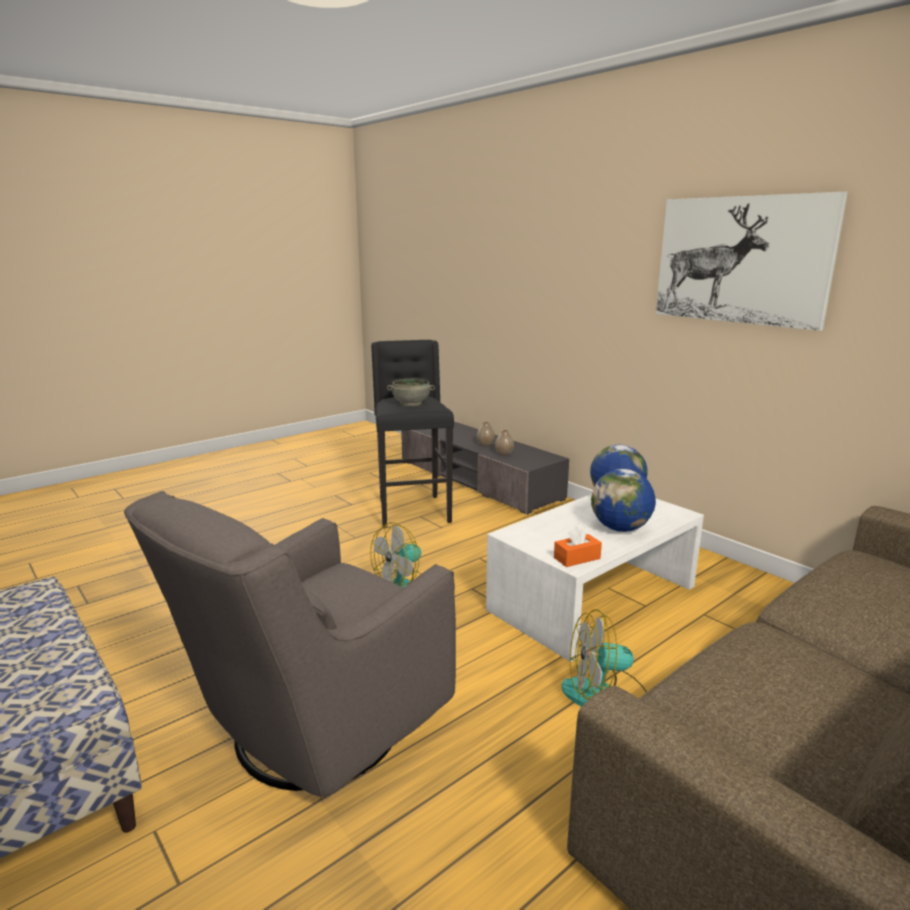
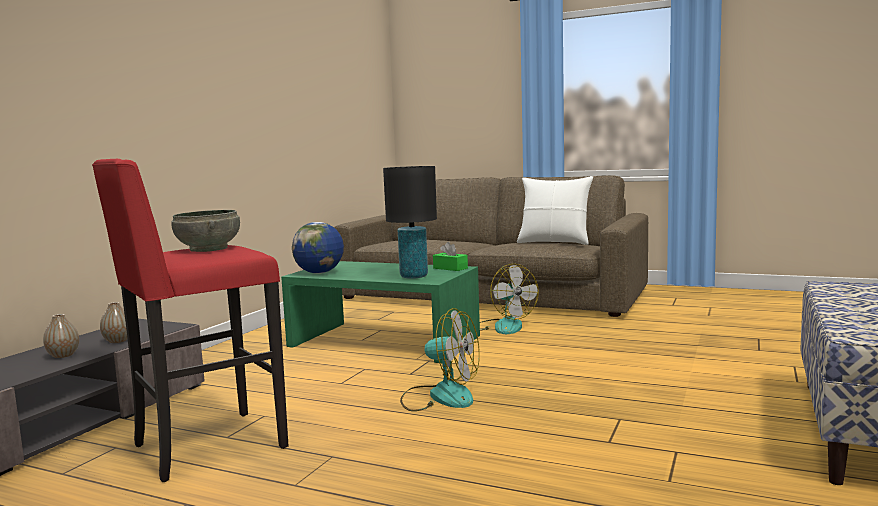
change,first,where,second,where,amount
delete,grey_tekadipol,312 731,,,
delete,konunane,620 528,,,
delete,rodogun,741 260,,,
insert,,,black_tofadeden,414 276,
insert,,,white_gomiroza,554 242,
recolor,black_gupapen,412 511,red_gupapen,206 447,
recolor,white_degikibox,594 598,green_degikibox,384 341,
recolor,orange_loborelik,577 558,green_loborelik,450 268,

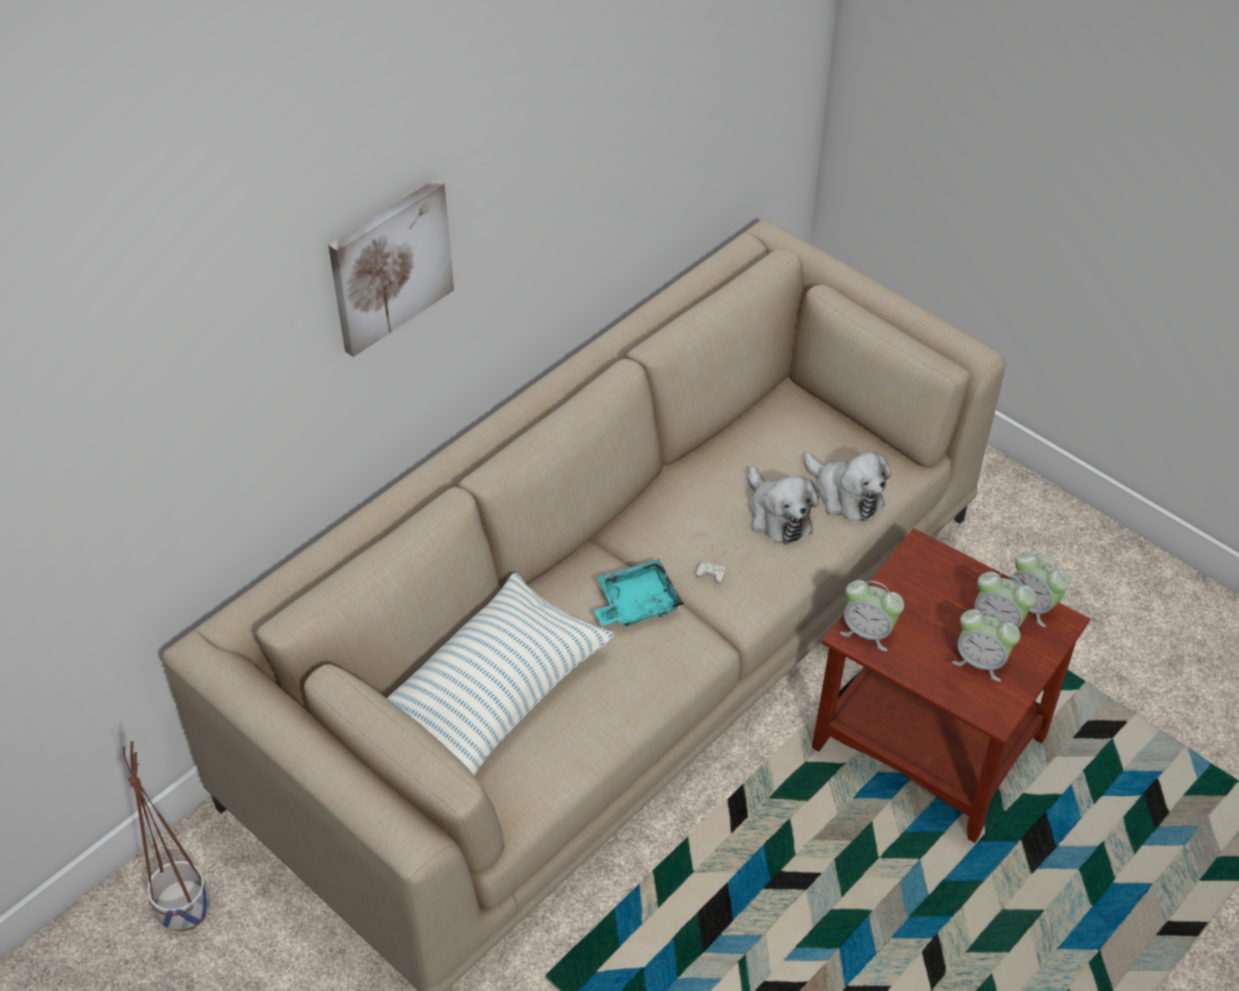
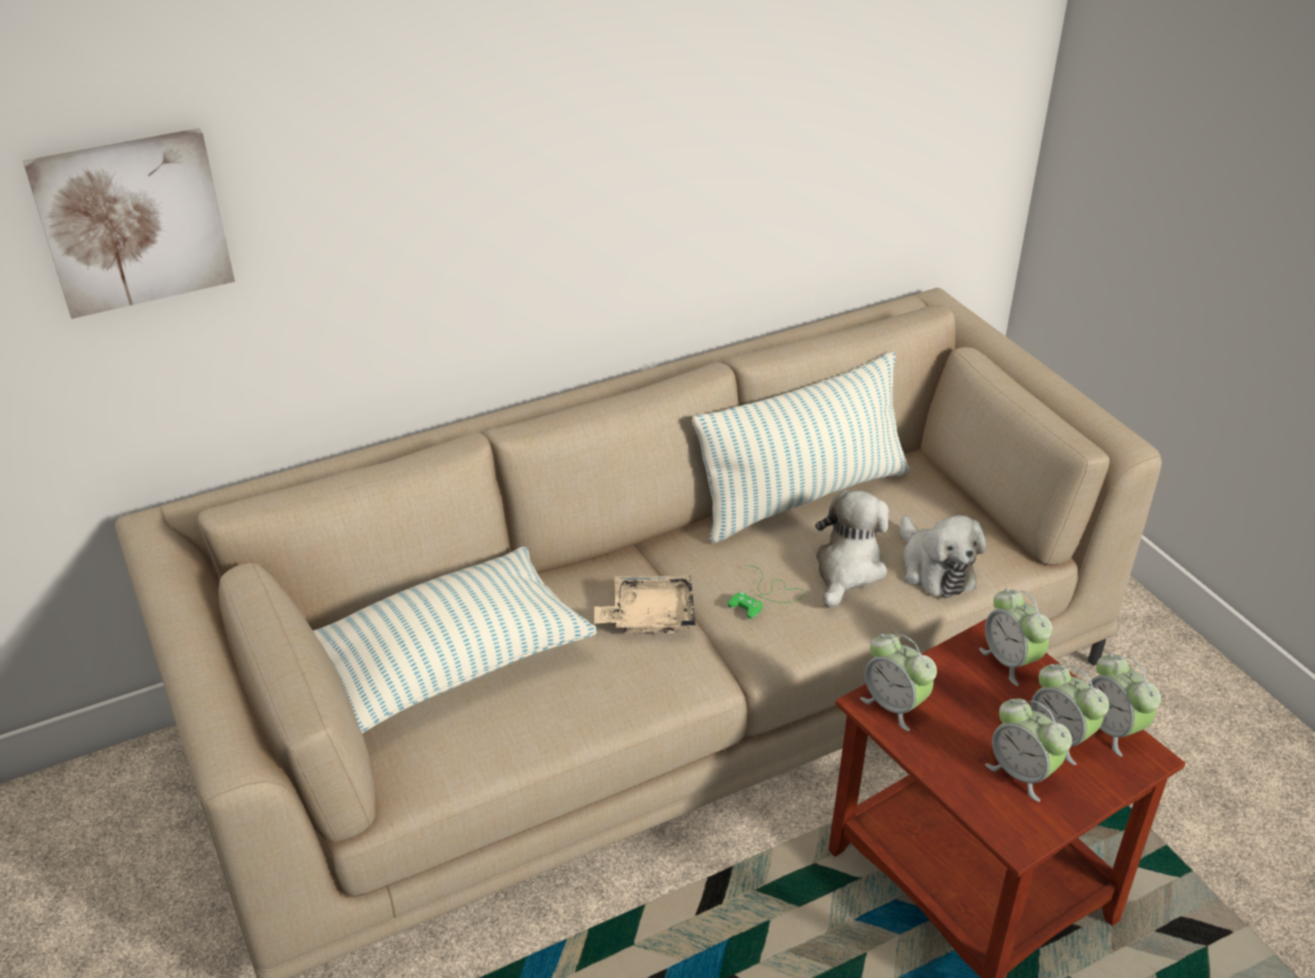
change,first,where,second,where,amount
delete,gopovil,184 910,,,
insert,,,gomiroza,802 497,
insert,,,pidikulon,1010 661,
move,rodogun,389 265,,133 221,
recolor,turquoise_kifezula,636 603,beige_kifezula,649 616,
recolor,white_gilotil,722 559,green_gilotil,765 596,
rotate,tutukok,777 515,,847 570,150 degrees counterclockwise

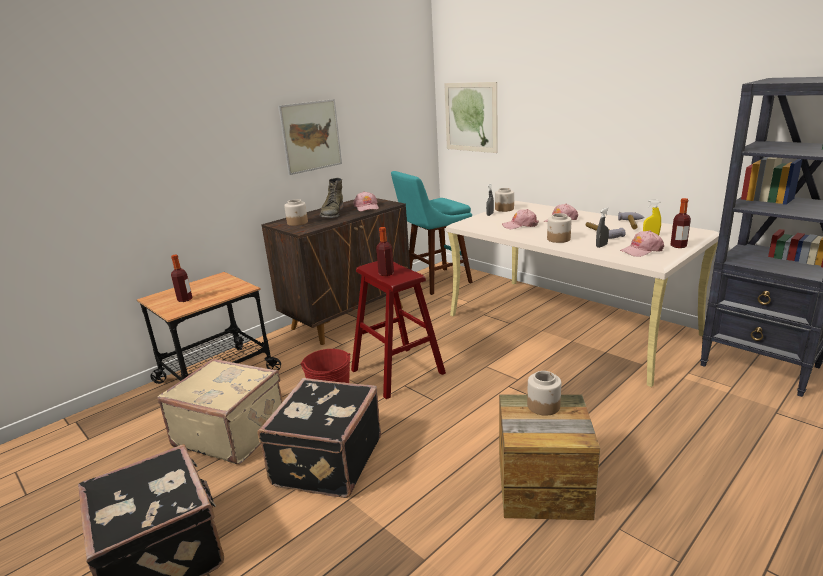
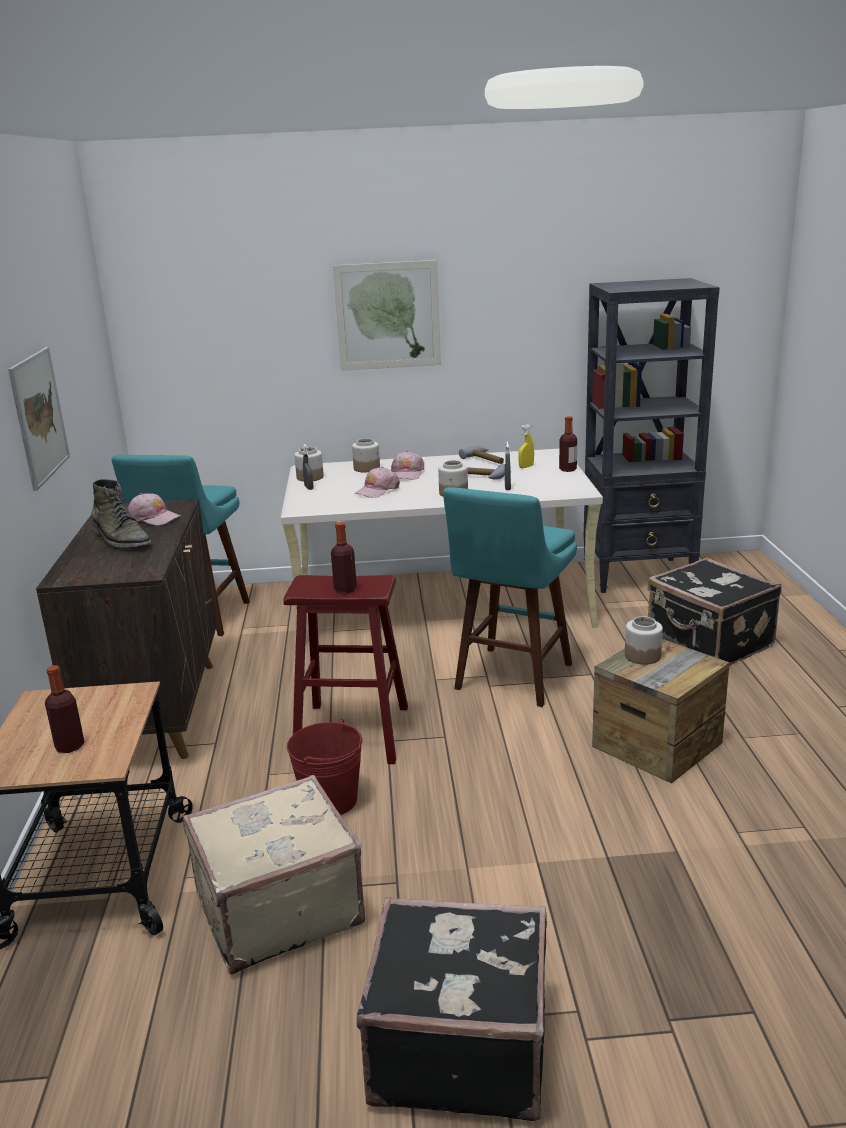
change,first,where,second,where,amount
delete,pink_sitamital,641 250,,,
insert,,,turquoise_gupapen,511 680,
move,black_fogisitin,325 461,,708 643,
move,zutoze,297 223,,367 468,
move,rodogun,471 117,,388 316,

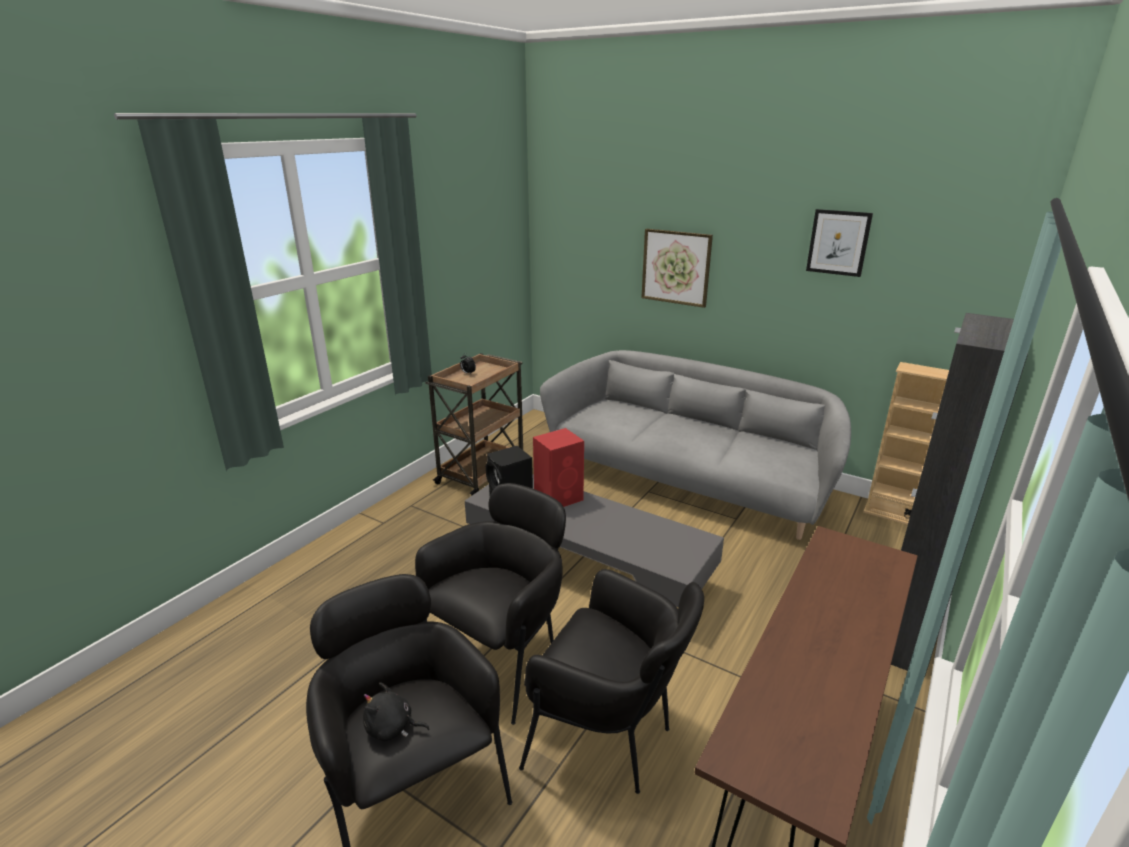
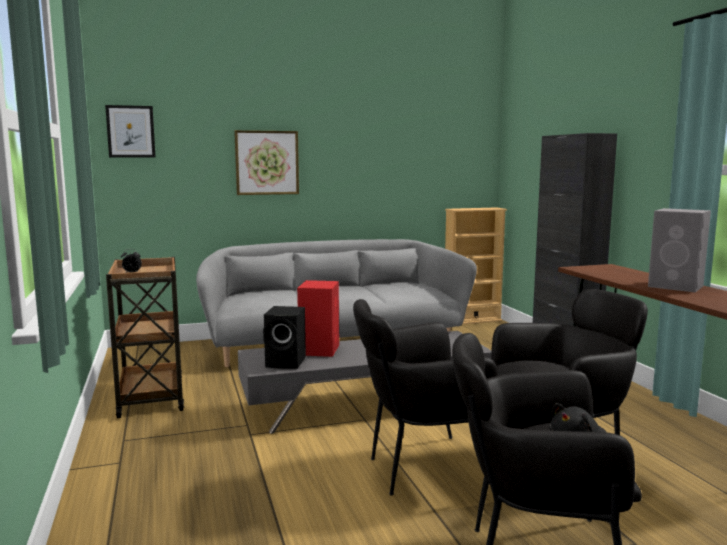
change,first,where,second,where,amount
insert,,,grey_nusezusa,677 286,
move,rodogun,838 242,,131 131,
rotate,black_tekadipol,501 658,,422 471,90 degrees counterclockwise

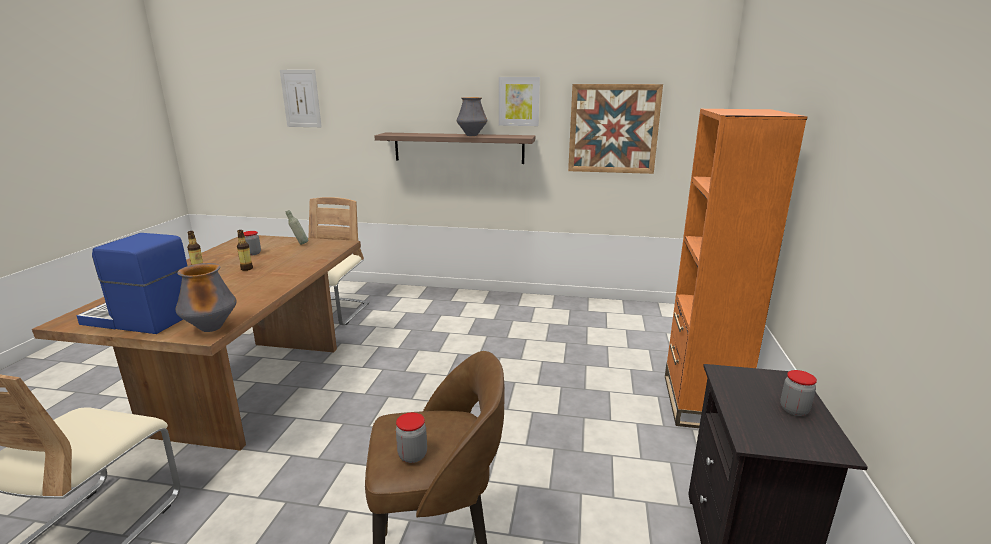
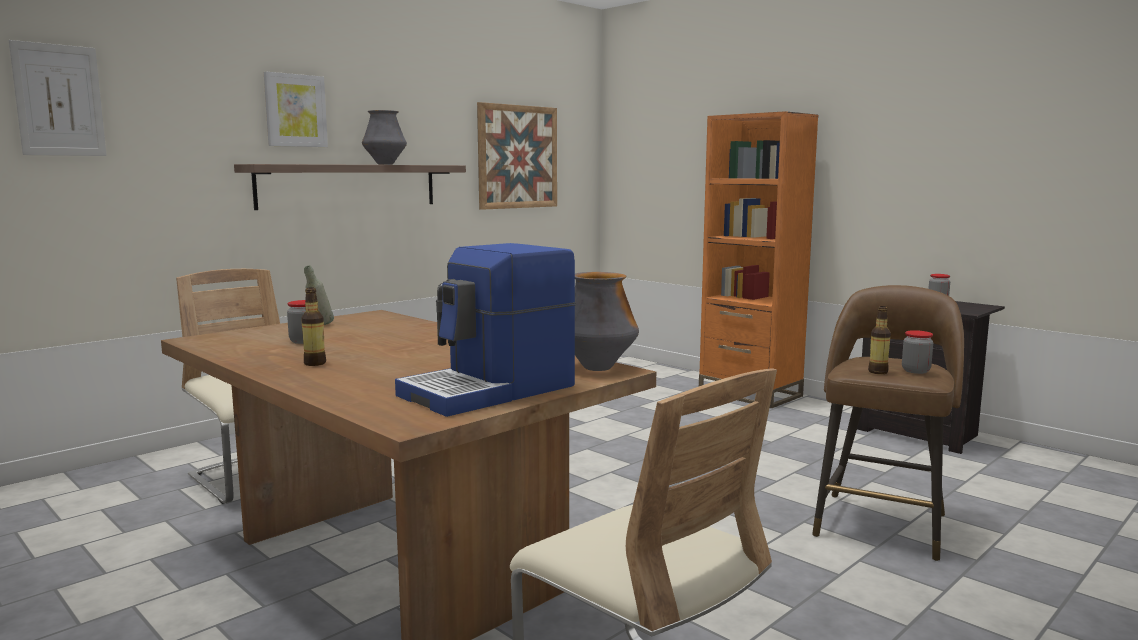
change,first,where,second,where,amount
move,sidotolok,247 269,,878 372,
move,rodogun,519 101,,295 110,

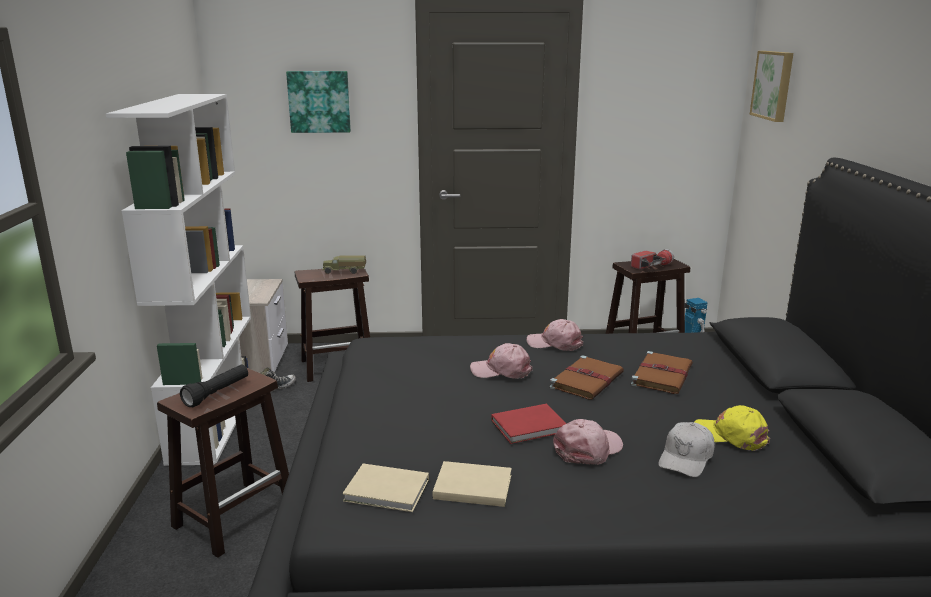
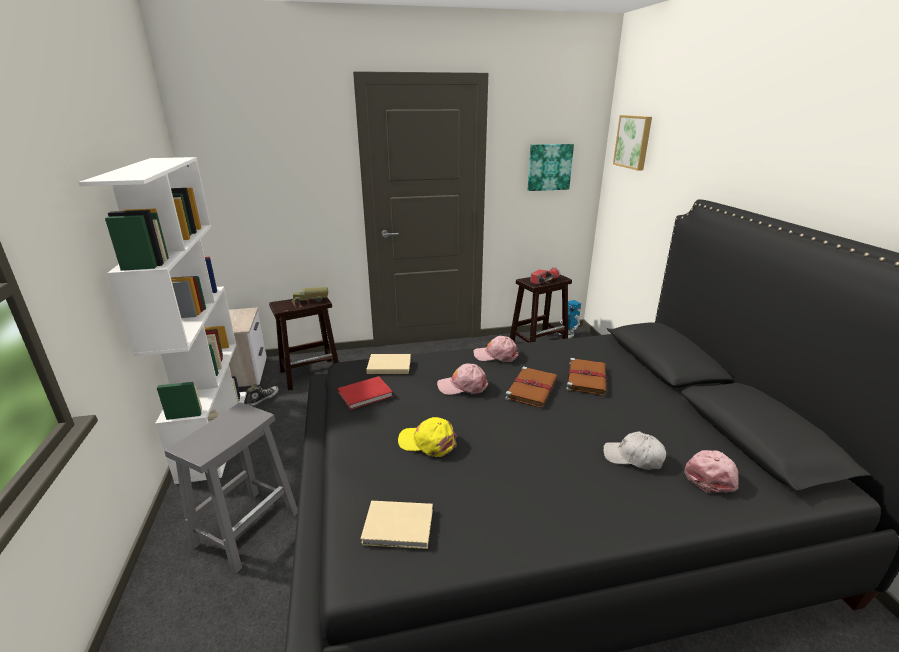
change,first,where,second,where,amount
delete,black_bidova,217 393,,,
move,rodogun,319 101,,549 167,
move,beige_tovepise,471 486,,388 365,
move,red_tovepise,531 426,,367 394,
move,pink_sitamital,588 449,,712 474,
move,yellow_sitamital,731 436,,428 442,
recolor,brown_gupapen,236 516,grey_gupapen,247 527,
rotate,white_sitamital,686 458,,633 458,90 degrees clockwise

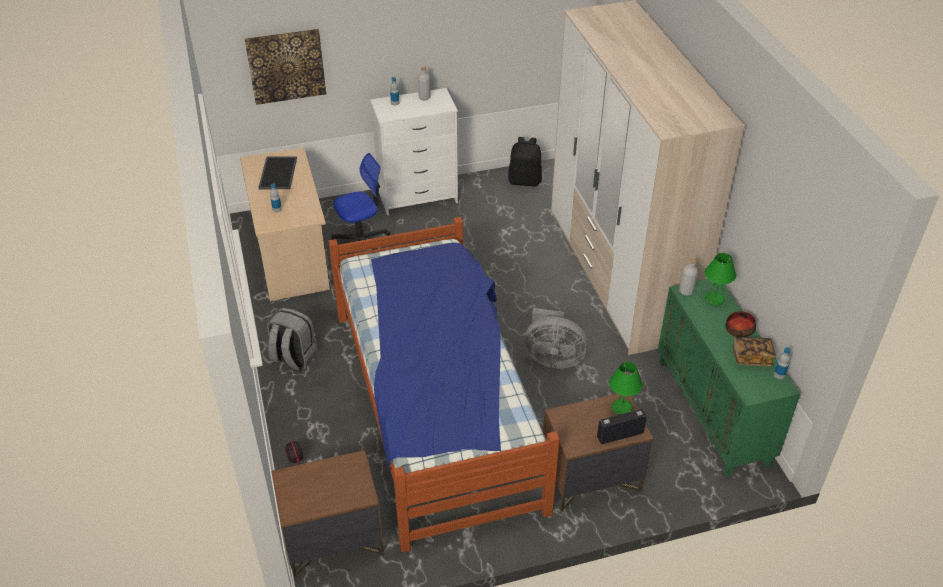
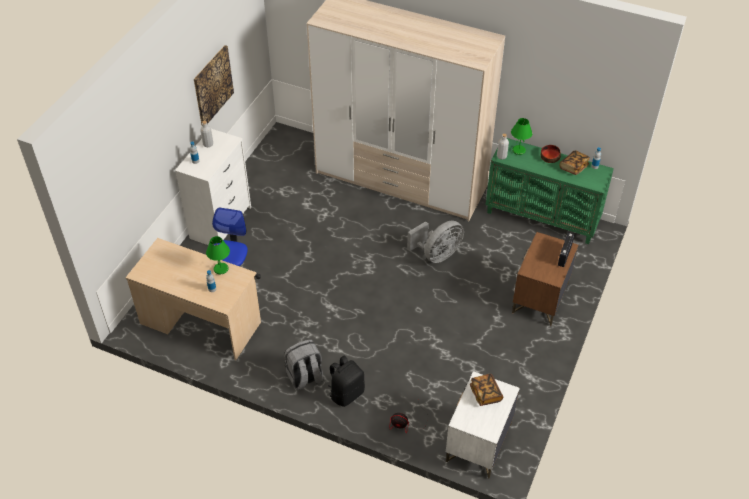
change,first,where,second,where,amount
delete,kifezula,277 173,,,
delete,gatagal,437 406,,,
insert,,,tovepise,485 394,
move,rodogun,286 66,,213 85,
move,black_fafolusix,525 181,,346 393,
move,green_tofadeden,622 408,,221 269,
recolor,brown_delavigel,332 541,white_delavigel,478 443,

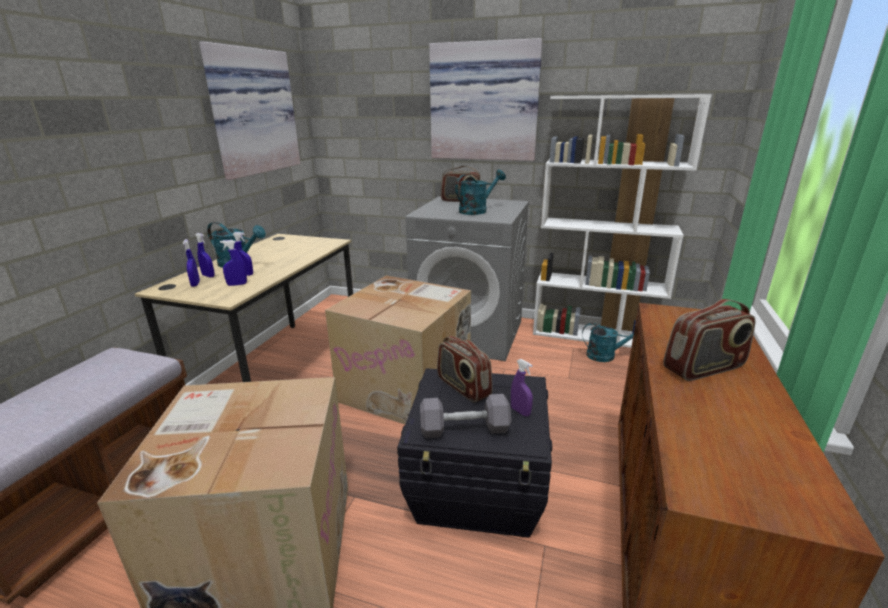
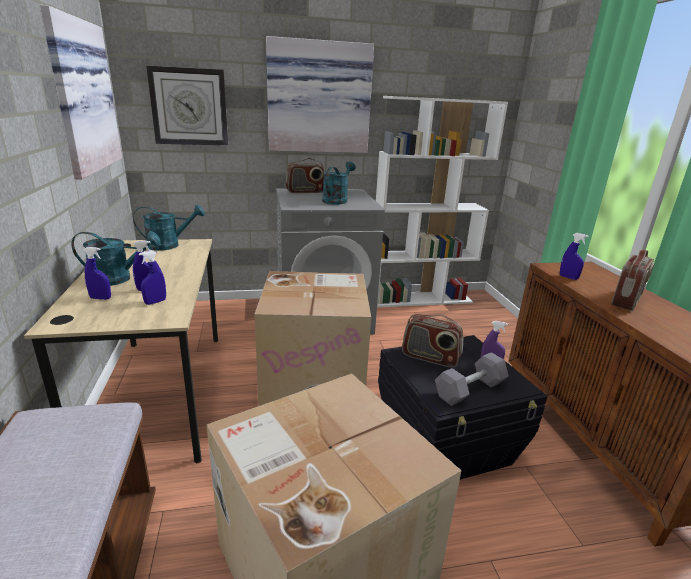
change,first,where,second,where,amount
insert,,,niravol,189 107,
move,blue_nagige,195 284,,568 277,
move,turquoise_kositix,606 356,,169 245,

